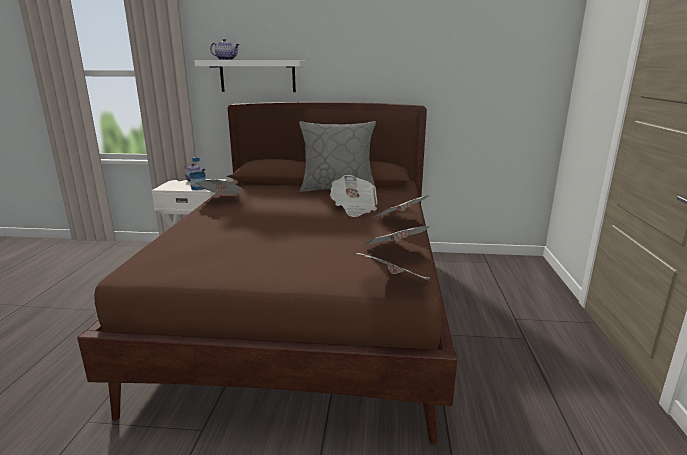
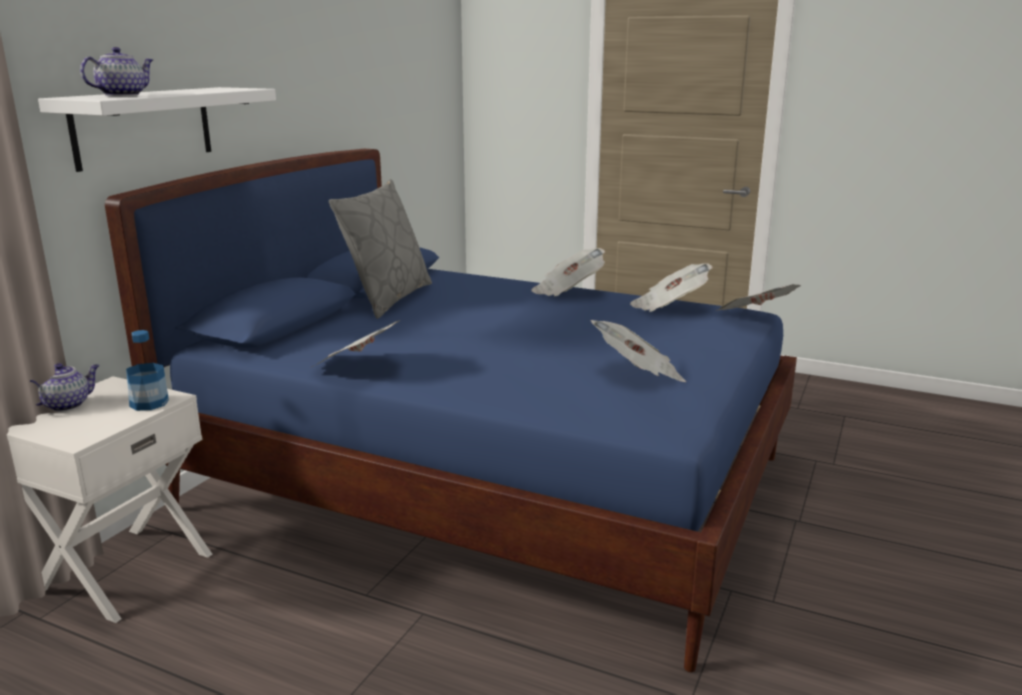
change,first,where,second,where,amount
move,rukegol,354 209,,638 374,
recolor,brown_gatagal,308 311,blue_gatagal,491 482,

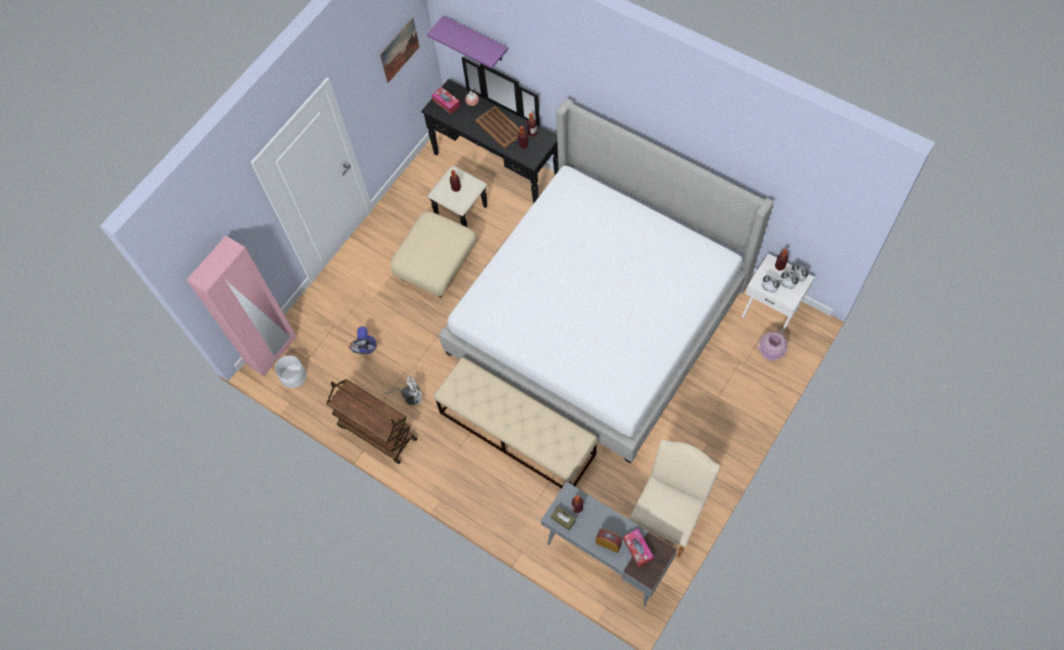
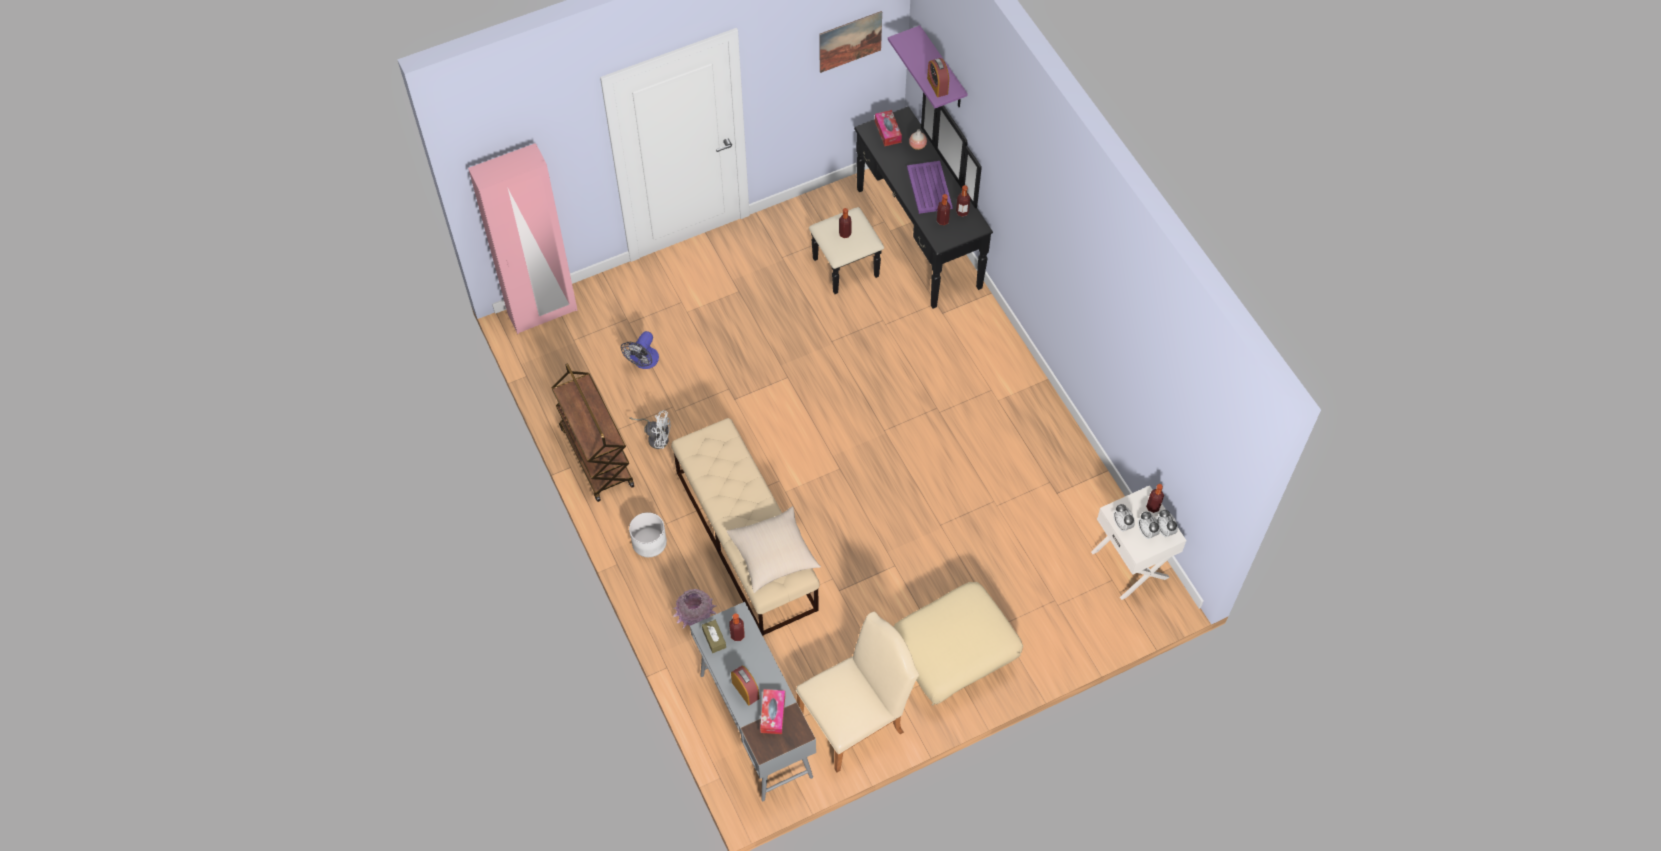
change,first,where,second,where,amount
delete,gatagal,598 316,,,
insert,,,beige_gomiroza,773 555,
insert,,,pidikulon,937 86,
move,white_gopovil,293 376,,649 542,
move,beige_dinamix,437 267,,953 660,
move,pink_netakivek,770 353,,696 618,
recolor,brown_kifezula,499 127,purple_kifezula,929 187,

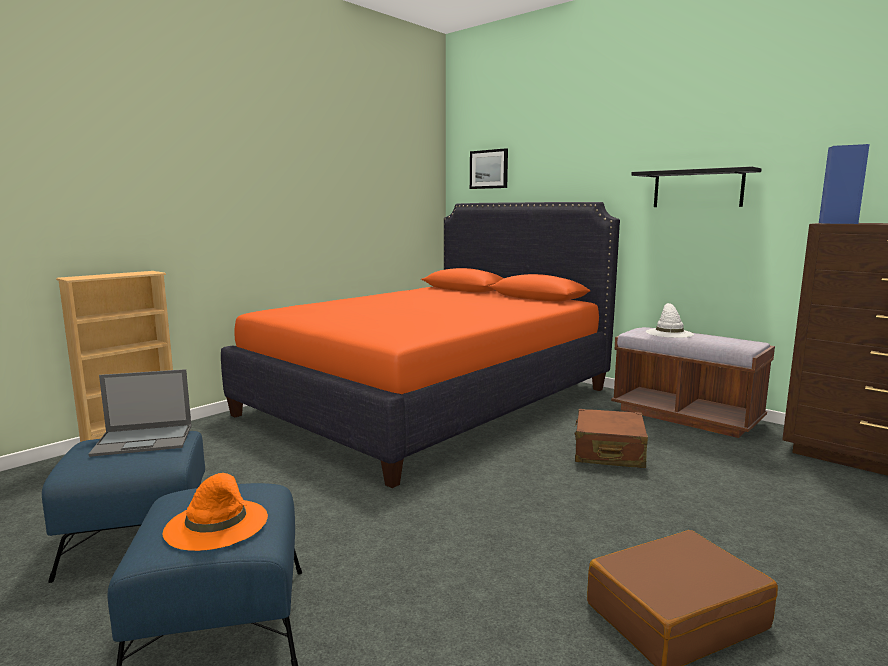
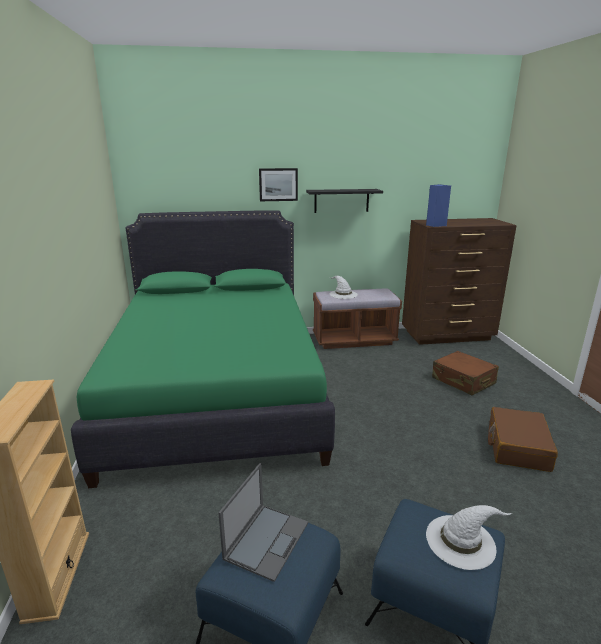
change,first,where,second,where,amount
move,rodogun,489 169,,278 184,
move,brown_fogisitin,608 452,,463 381,
recolor,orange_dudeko,218 524,white_dudeko,461 540,
recolor,orange_gatagal,430 401,green_gatagal,216 391,

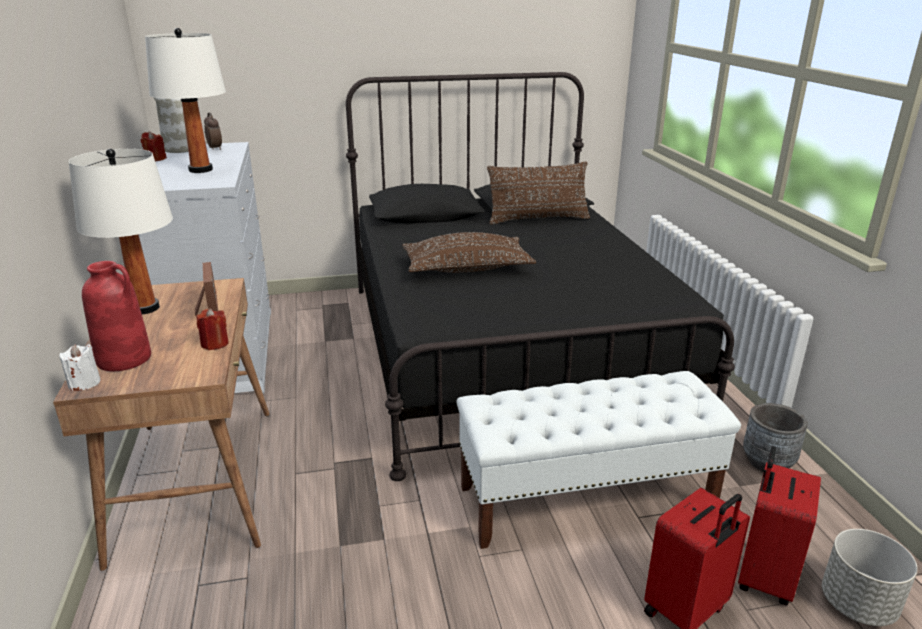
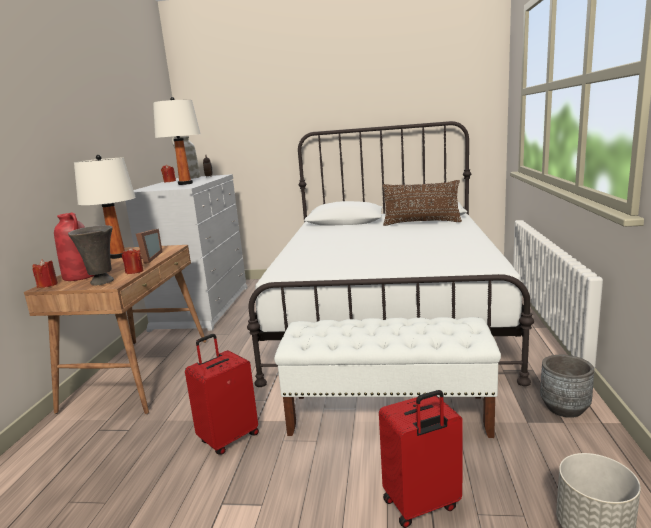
change,first,where,second,where,amount
delete,brown_gomiroza,467 269,,,
insert,,,grey_netakivek,101 282,
move,red_fogisitin,763 577,,228 438,
recolor,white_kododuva,84 383,red_kododuva,47 285,
recolor,black_gatagal,504 350,white_gatagal,387 317,

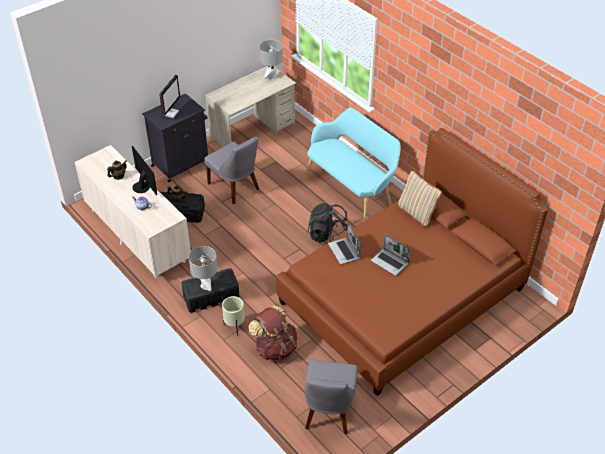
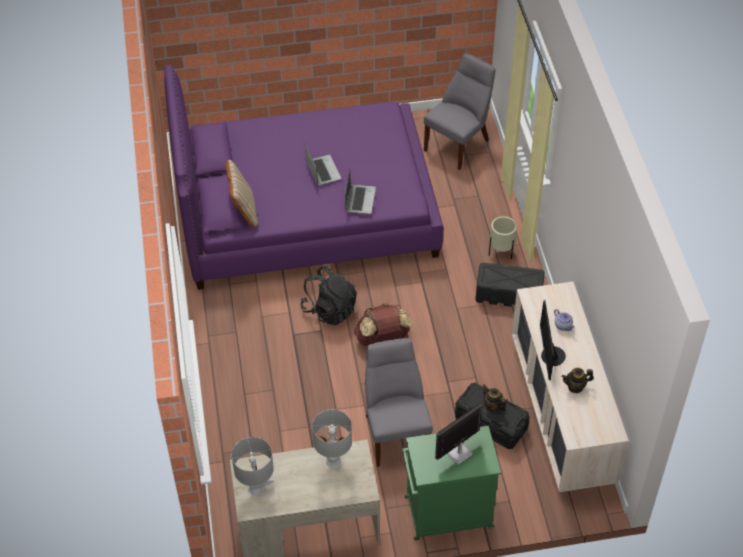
change,first,where,second,where,amount
delete,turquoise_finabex,351 191,,,
move,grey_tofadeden,206 286,,333 461,
move,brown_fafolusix,275 347,,382 341,
recolor,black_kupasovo,181 163,green_kupasovo,446 513,
recolor,brown_gatagal,402 295,purple_gatagal,305 211,

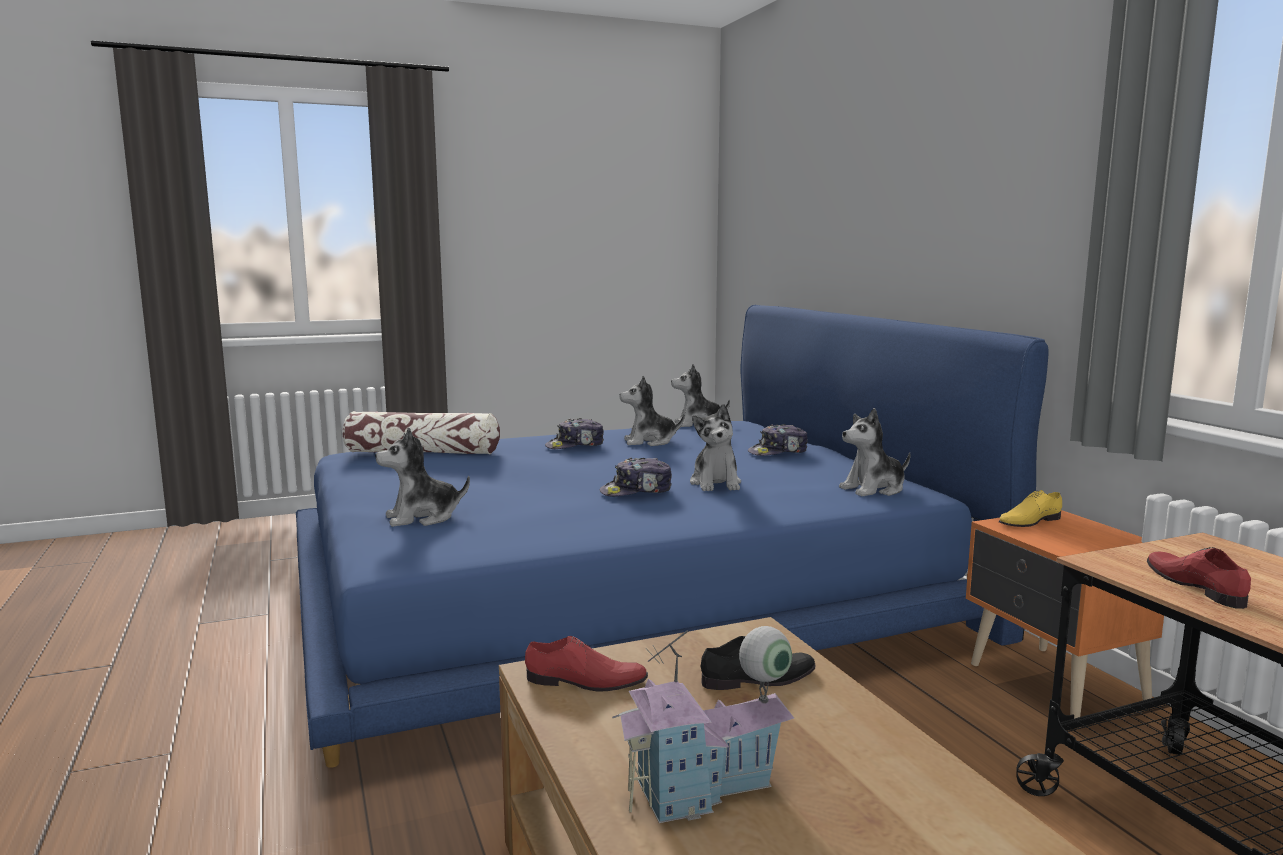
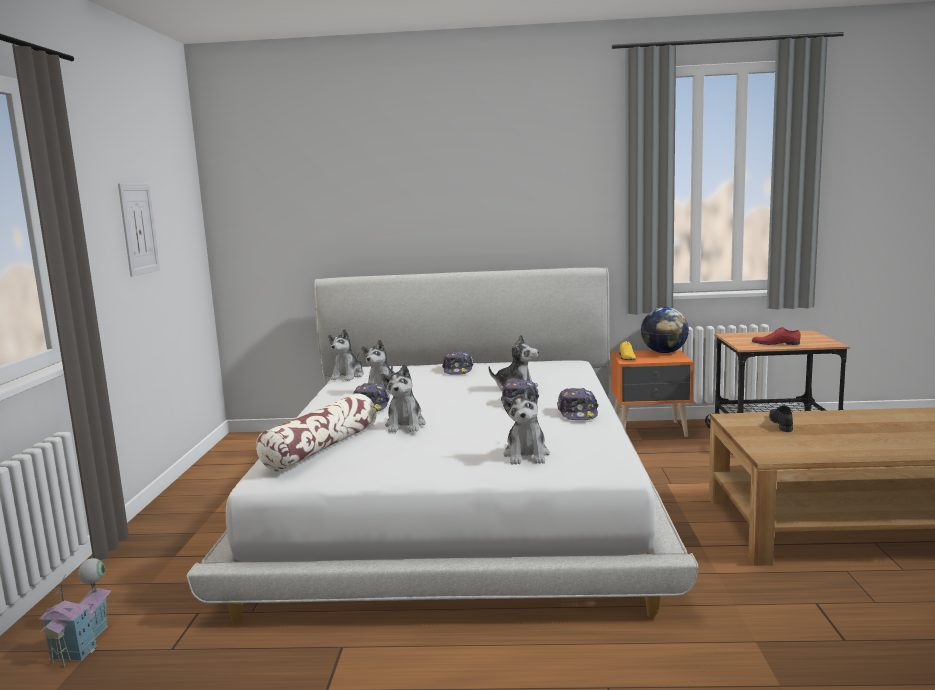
change,first,where,second,where,amount
delete,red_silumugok,585 681,,,
insert,,,rodogun,139 229,
insert,,,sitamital,578 413,
insert,,,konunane,664 352,
move,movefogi,704 790,,83 643,
move,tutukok,874 489,,405 425,
recolor,blue_gatagal,623 596,white_gatagal,458 497,

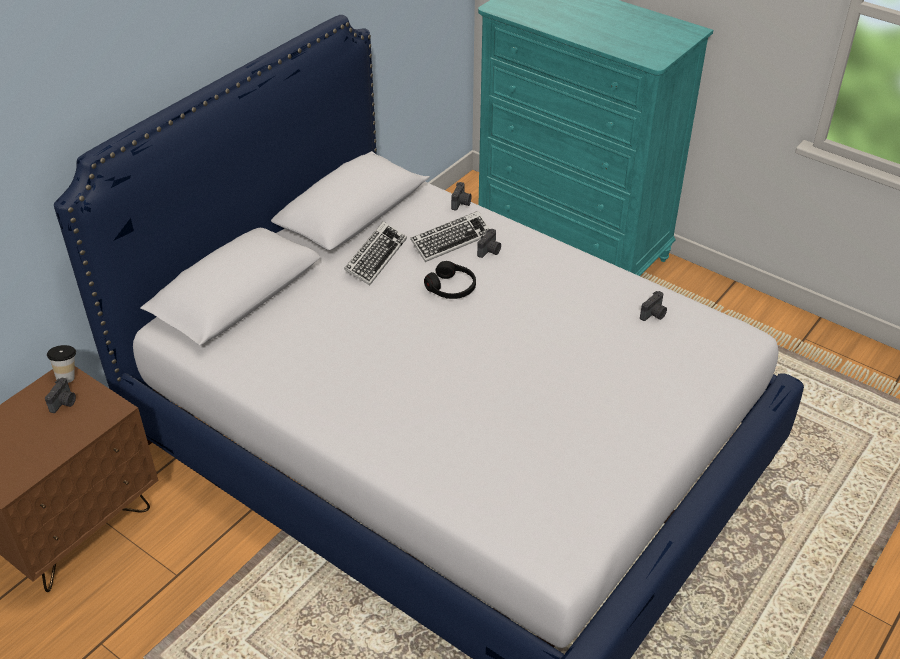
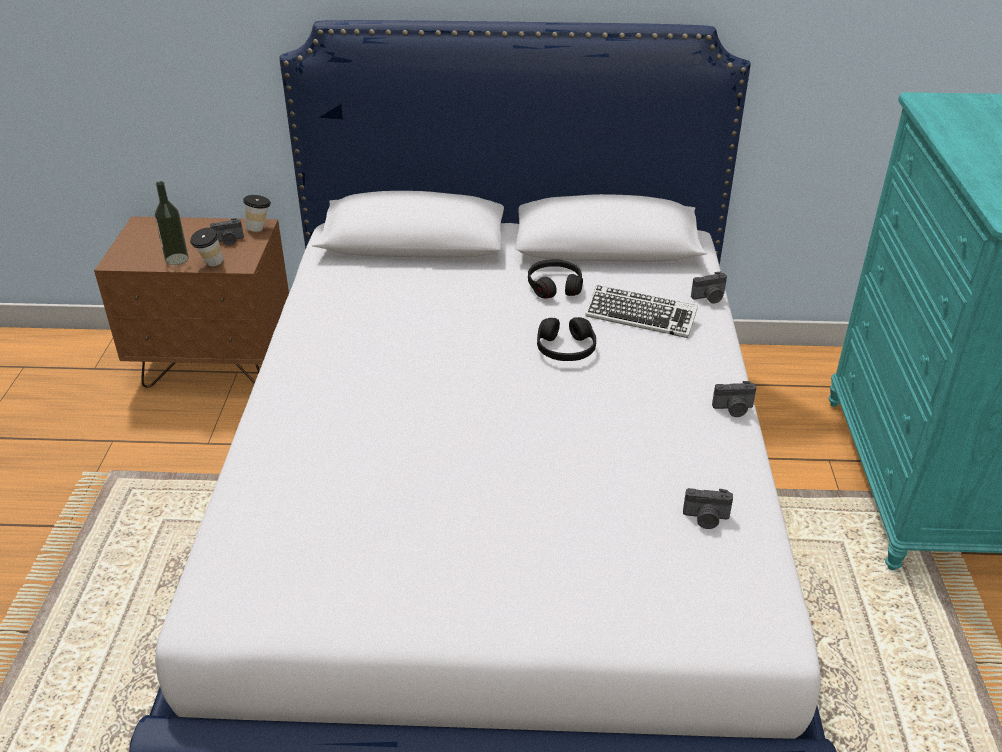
change,first,where,second,where,amount
insert,,,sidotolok,176 259,
insert,,,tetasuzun,210 265,
move,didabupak,490 251,,733 409,
replace,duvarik,375 257,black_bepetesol,554 286,

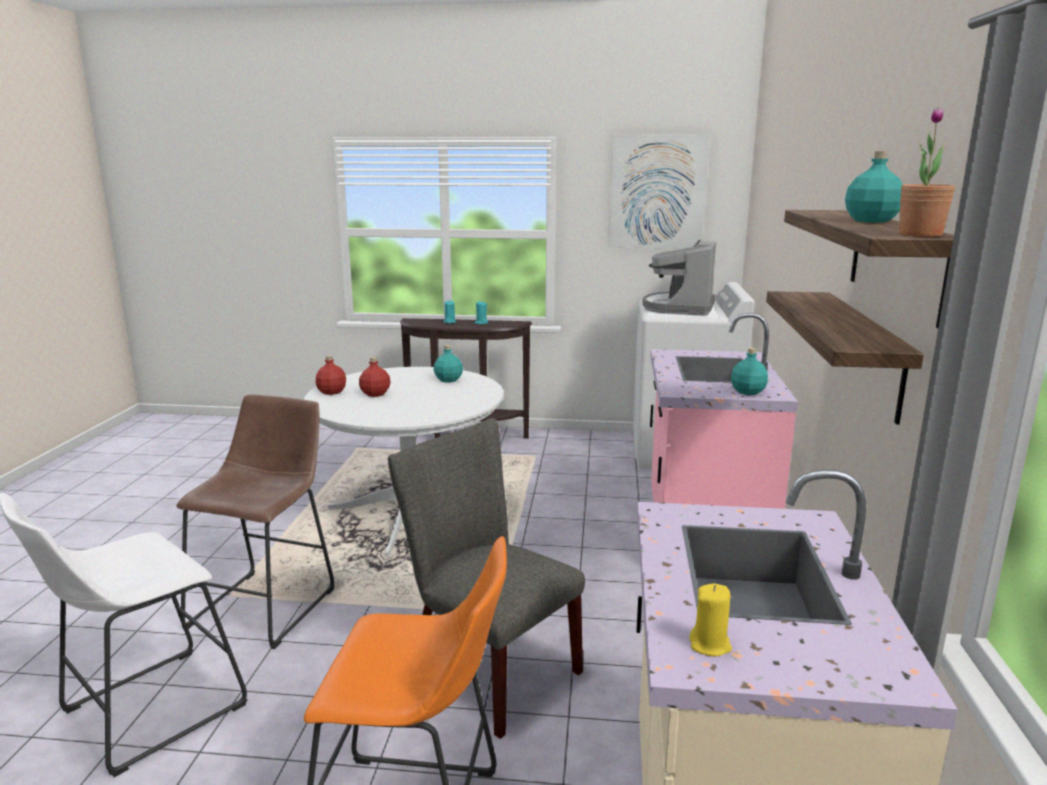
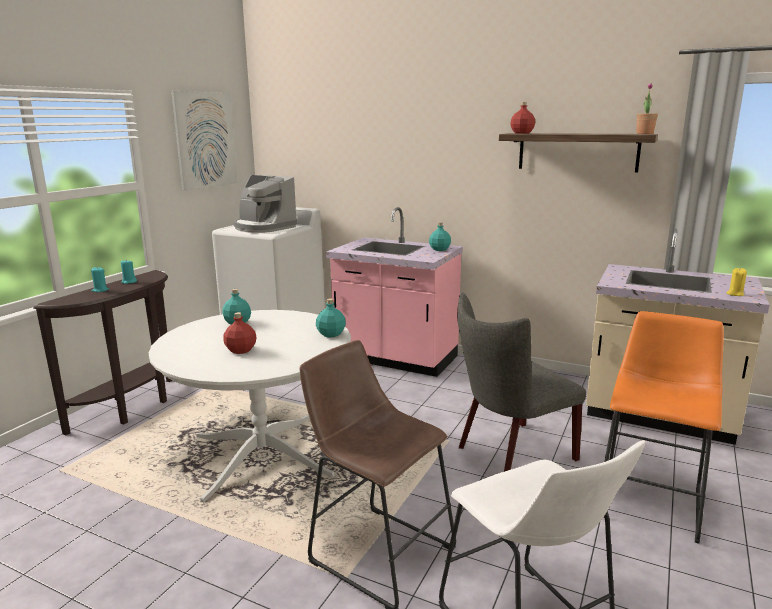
change,first,where,second,where,amount
delete,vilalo,863 352,,,
move,red_sidotolok,331 392,,522 133,
move,turquoise_sidotolok,871 221,,331 334,

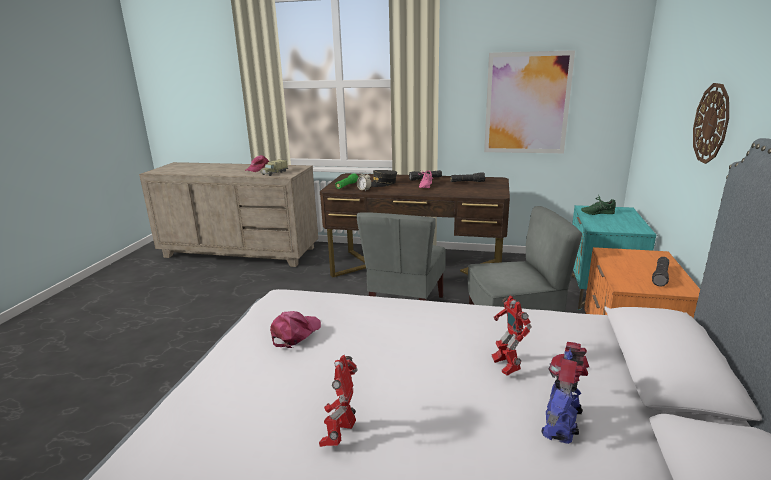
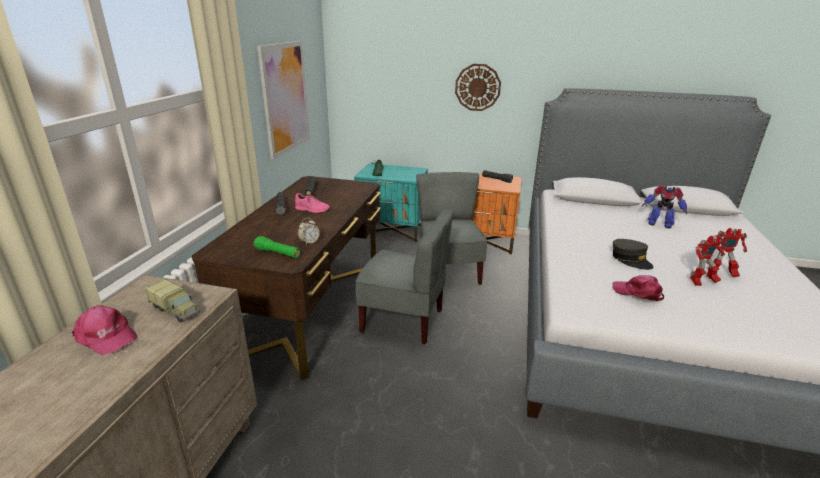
change,first,where,second,where,amount
move,grey_sitamital,382 183,,630 260,
move,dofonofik,505 366,,701 282,

